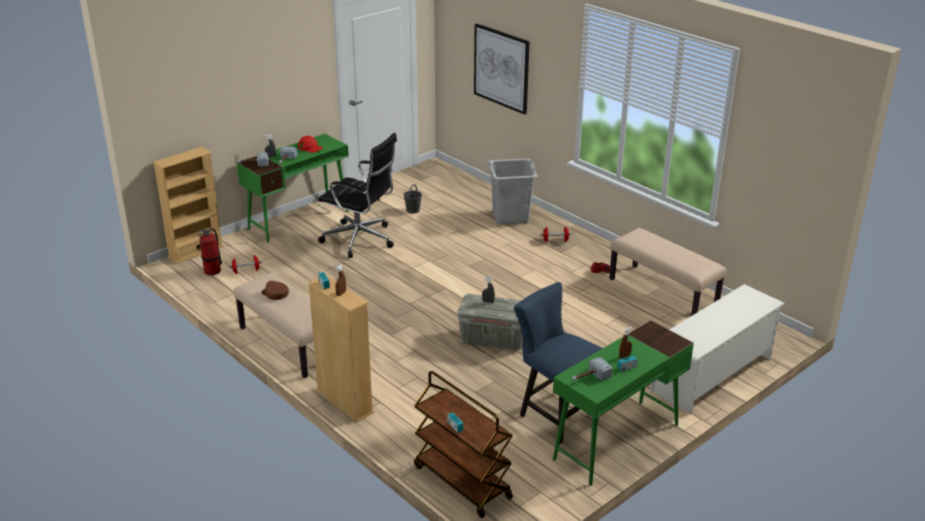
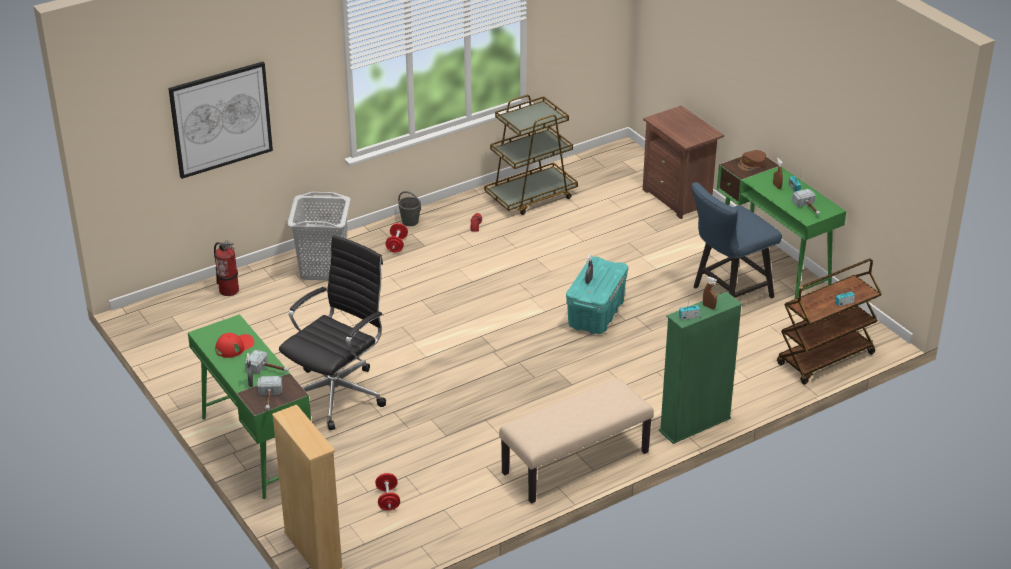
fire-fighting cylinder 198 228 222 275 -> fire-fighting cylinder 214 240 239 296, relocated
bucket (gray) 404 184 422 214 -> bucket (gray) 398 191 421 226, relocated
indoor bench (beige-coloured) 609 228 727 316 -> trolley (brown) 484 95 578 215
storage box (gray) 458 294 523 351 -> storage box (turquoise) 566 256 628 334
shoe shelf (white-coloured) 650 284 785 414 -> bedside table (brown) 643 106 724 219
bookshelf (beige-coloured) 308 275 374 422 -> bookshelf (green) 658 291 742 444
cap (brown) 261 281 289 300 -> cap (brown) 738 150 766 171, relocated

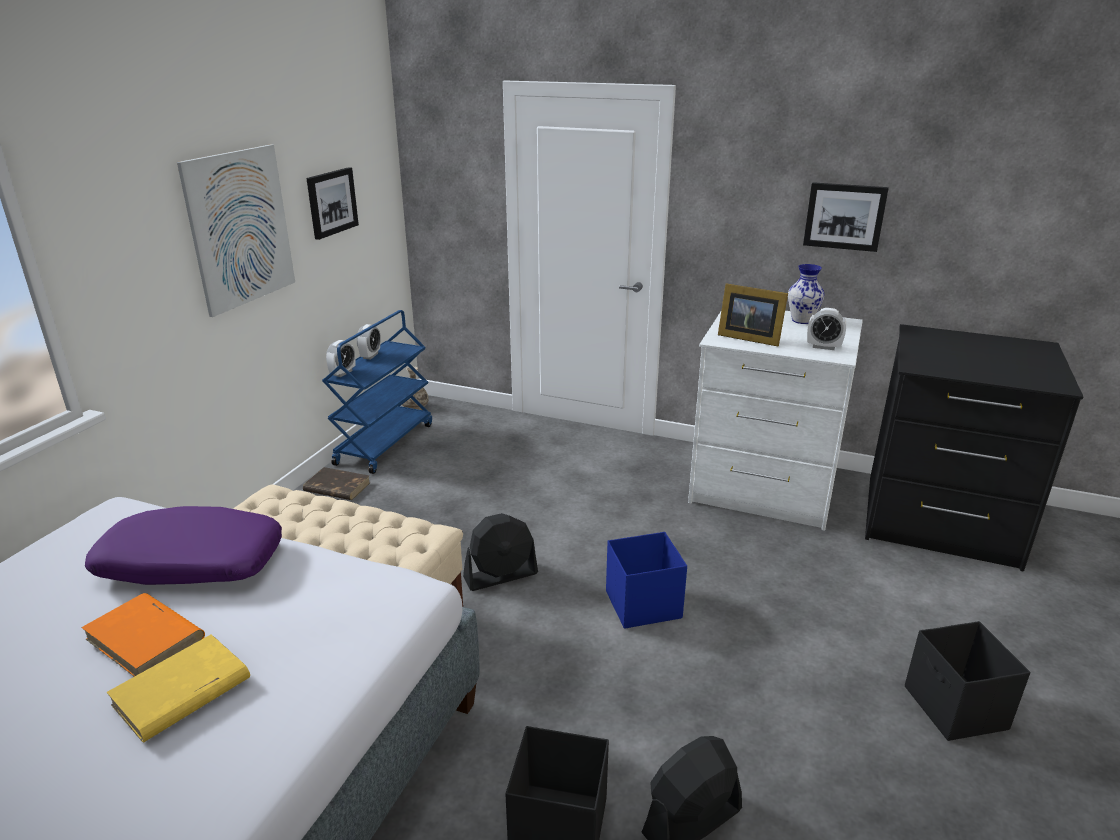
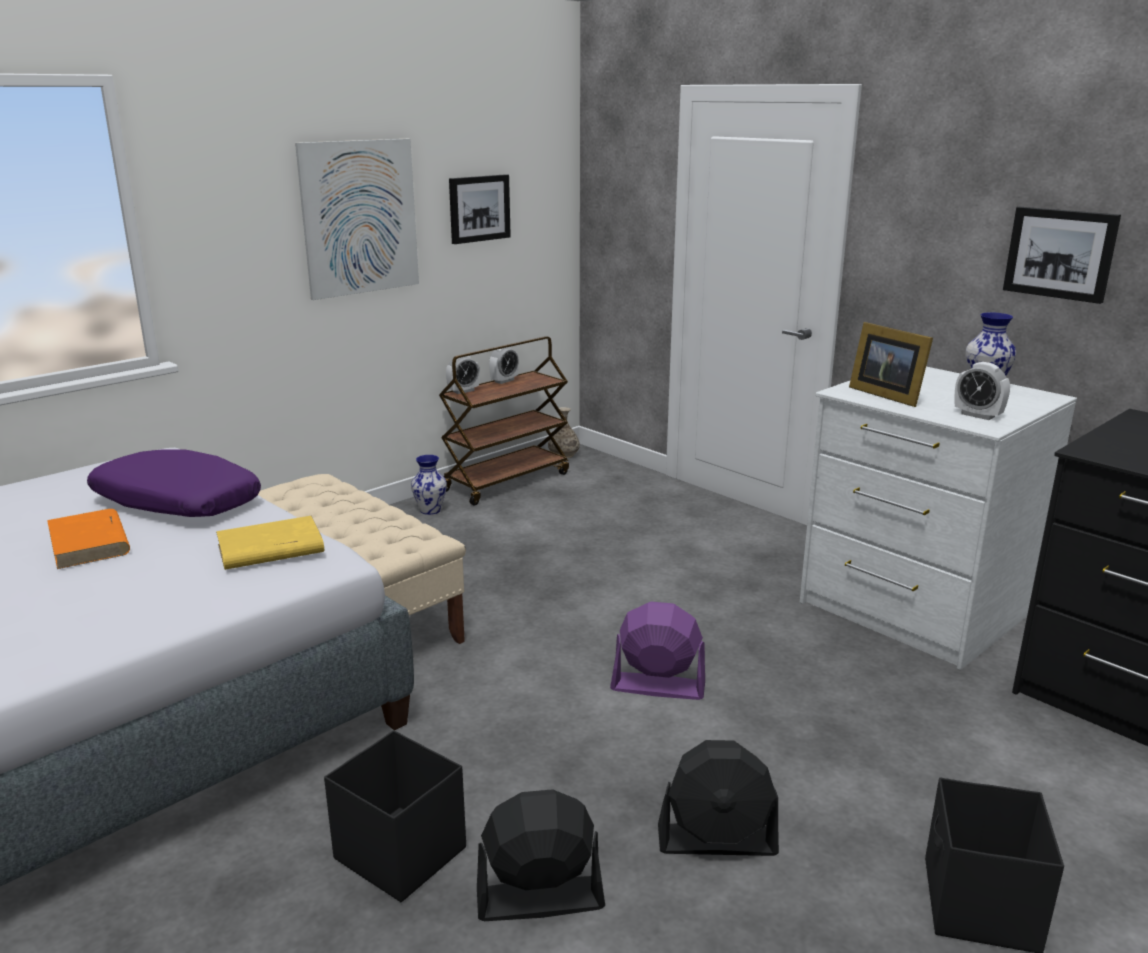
bound book (yellow-coloured) 106 634 250 742 -> bound book (yellow-coloured) 216 516 324 570, relocated
bound book (brown) 303 467 370 500 -> decorative vase 411 455 447 515
trolley (blue) 322 310 432 474 -> trolley (brown) 439 336 569 506
storage box (blue) 606 532 687 629 -> electric fan (purple-coloured) 610 602 705 700
electric fan (blackish) 463 513 538 591 -> electric fan (blackish) 658 740 779 856, relocated

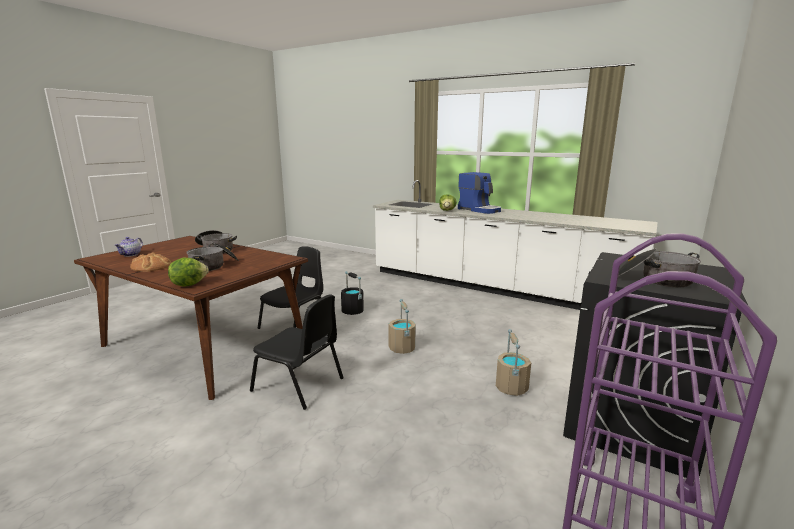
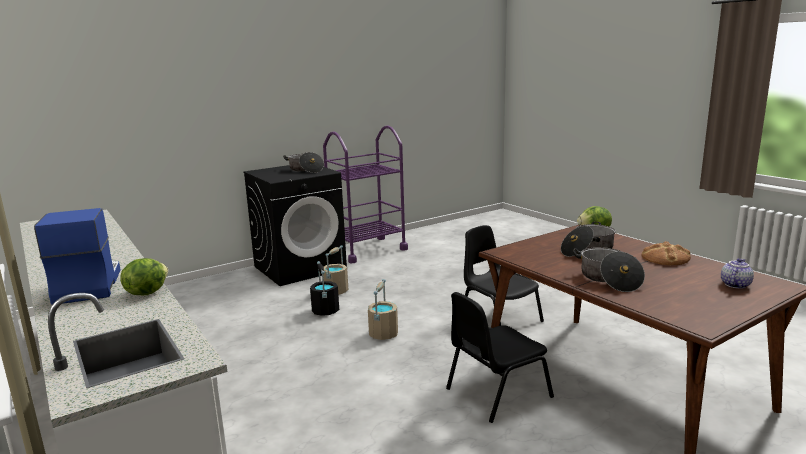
bucket (blackish) 341 271 364 315 -> bucket (blackish) 310 261 339 316, relocated

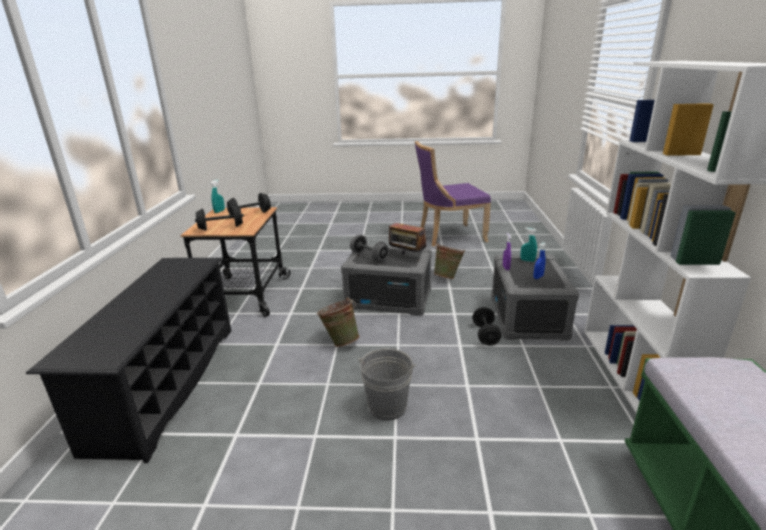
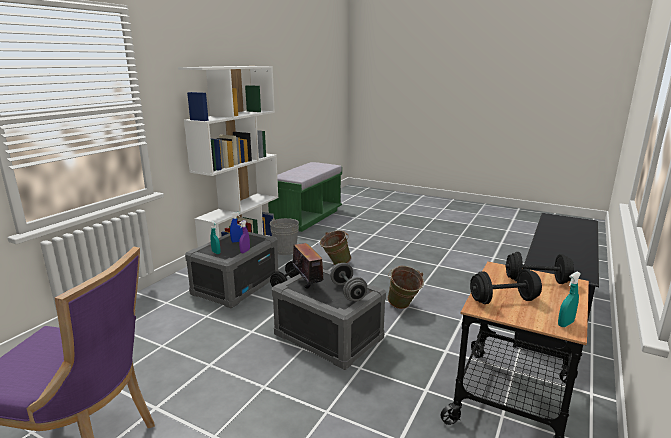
bucket (gray) 358 348 417 421 -> bucket (gray) 270 218 299 255, relocated
bucket (green) 434 243 465 279 -> bucket (green) 320 230 351 265, relocated

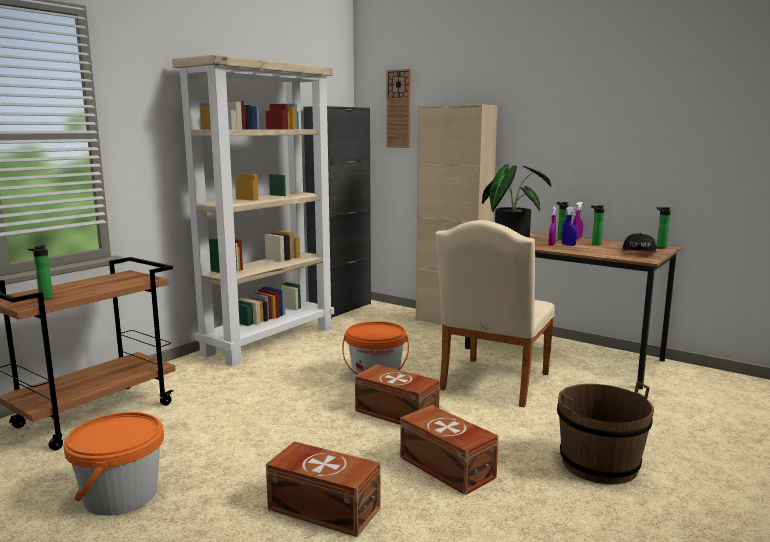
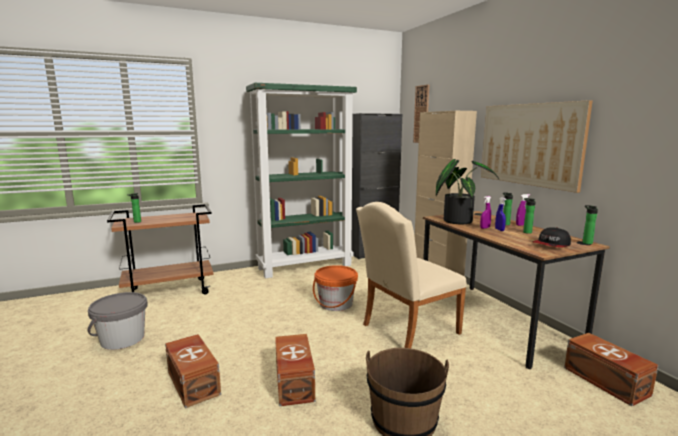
bucket (orangey) 64 412 164 516 -> bucket (gray) 88 292 148 350
bookshelf (beige-coloured) 172 55 334 366 -> bookshelf (green) 246 83 357 278
none -> wall picture 481 100 593 193
storage box (brown) 355 364 440 425 -> storage box (brown) 564 333 658 406, relocated

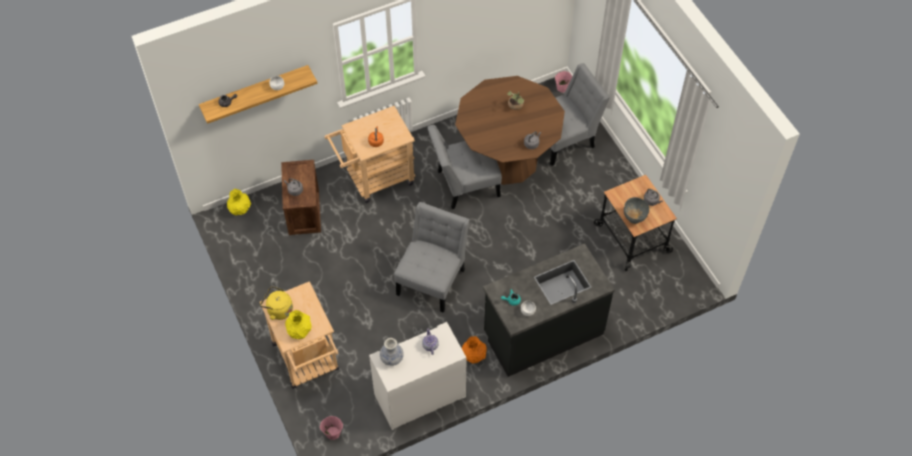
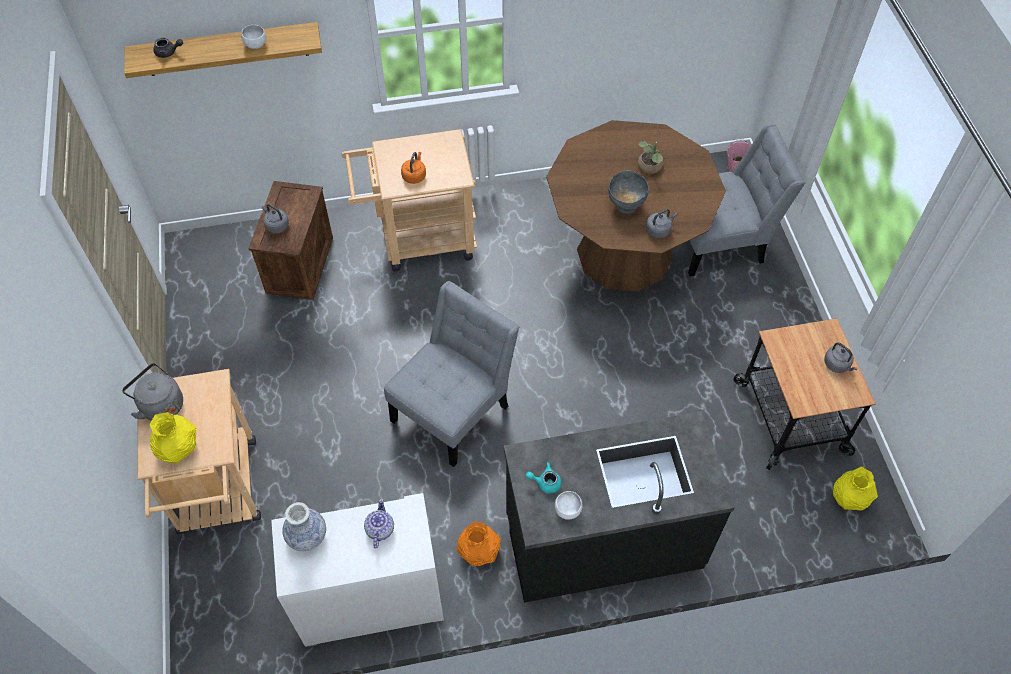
tea kettle (yellow-coloured) 260 286 293 320 -> tea kettle (gray) 122 363 183 421
serving bowl (gray) 624 197 649 224 -> serving bowl (gray) 608 170 649 214, relocated
decorative vase (yellow-coloured) 227 189 251 215 -> decorative vase (yellow-coloured) 833 467 878 510, relocated
bucket (pinkish) 320 416 343 440 -> none
upright chair (gray) 427 125 502 209 -> none

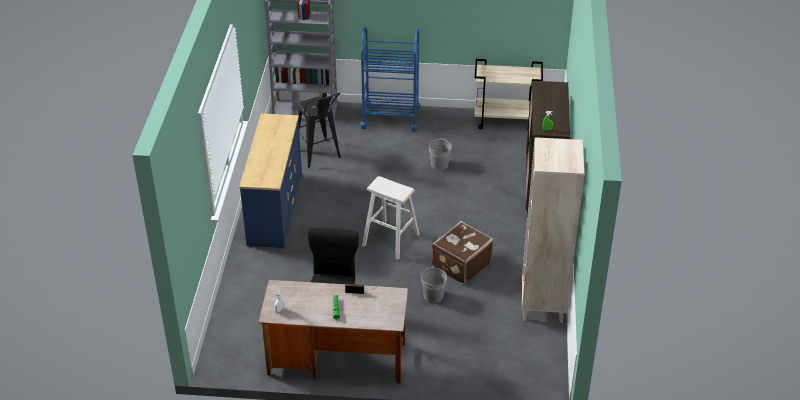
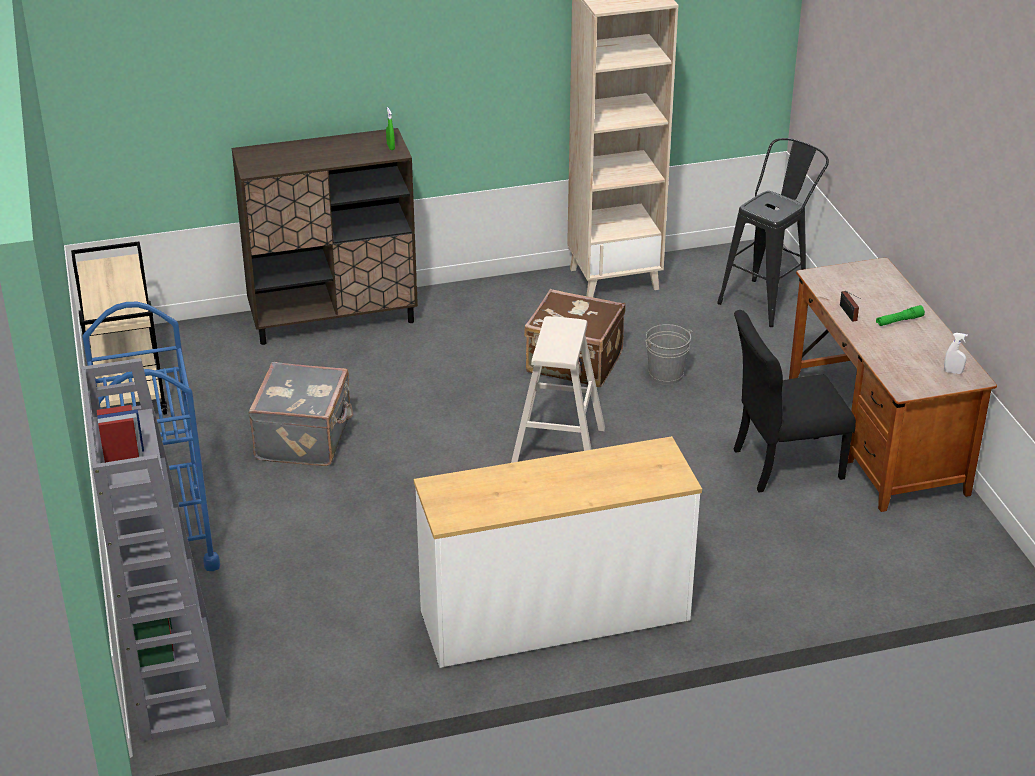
bucket (gray) 429 138 452 170 -> piece of luggage (gray) 248 362 354 466
drawer chest (blue) 239 113 302 248 -> drawer chest (white-coloured) 414 436 702 668
stool seat (blackish) 298 93 341 168 -> stool seat (blackish) 717 138 829 327, relocated

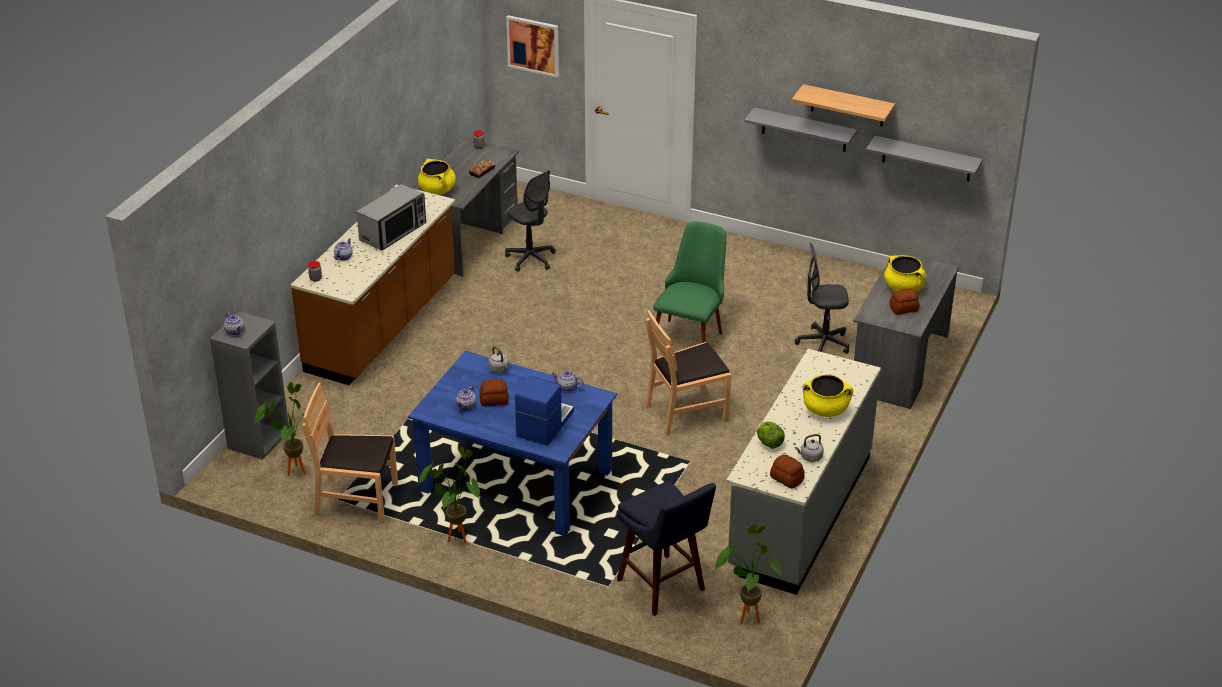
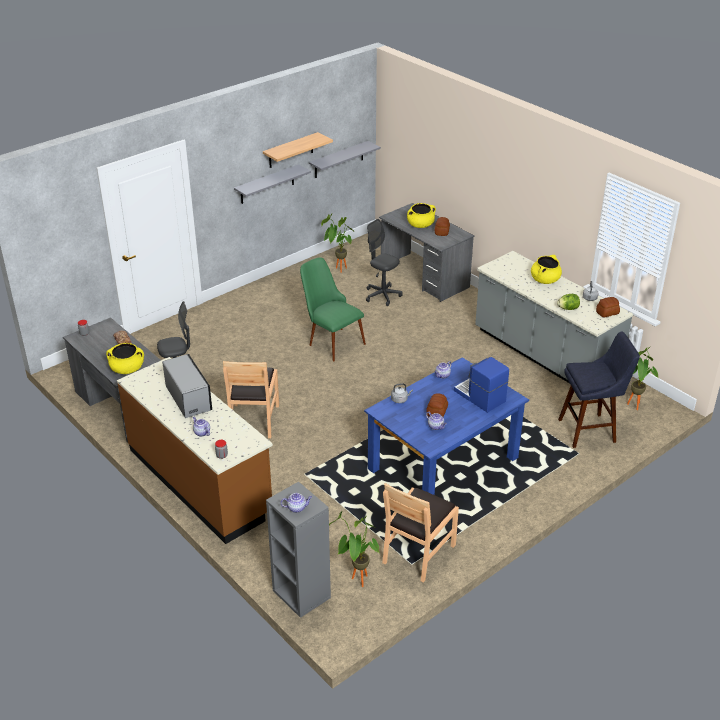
upright chair (brown) 645 310 731 436 -> upright chair (brown) 223 361 279 438, relocated
plant in a pot 418 447 480 543 -> plant in a pot 321 214 354 273, relocated
computer chair (gray) 795 243 849 354 -> computer chair (gray) 366 219 402 306, 105 degrees clockwise
wall picture 506 15 559 77 -> none

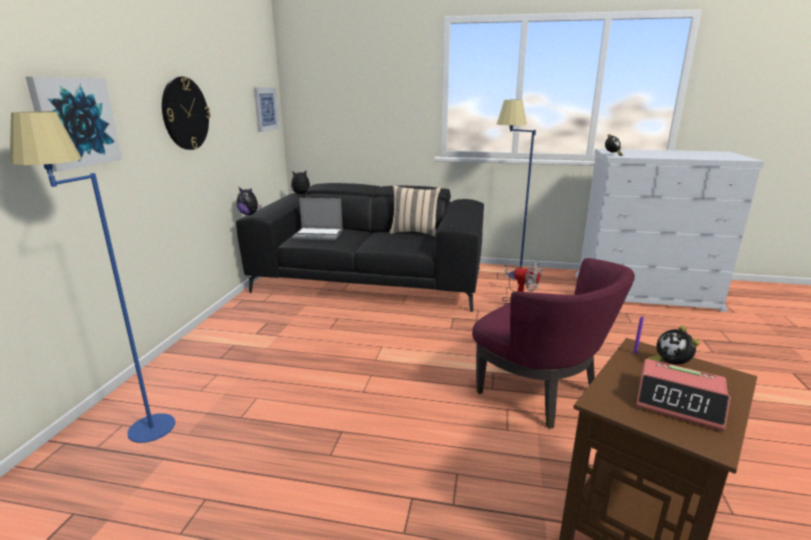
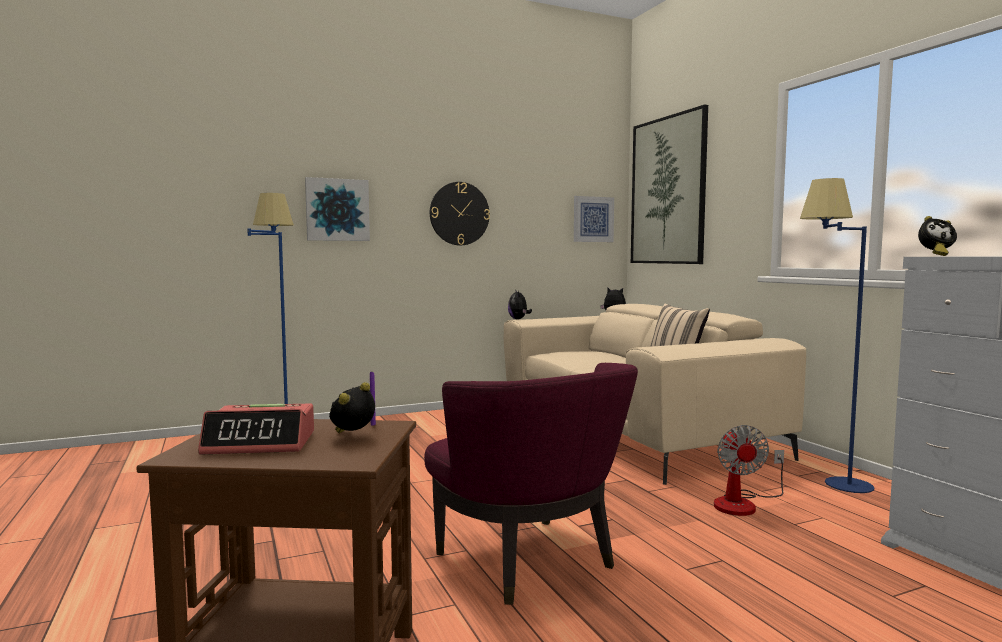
bedside clock 636 359 730 431 -> bedside clock 198 404 314 455, 90 degrees counterclockwise
armchair (purple-coloured) 472 258 635 429 -> armchair (purple-coloured) 424 363 638 605, 45 degrees counterclockwise
sofa (blackish) 236 183 484 312 -> sofa (beige-coloured) 504 304 806 485
none -> wall picture 631 105 708 264
notebook computer 292 198 343 241 -> none

